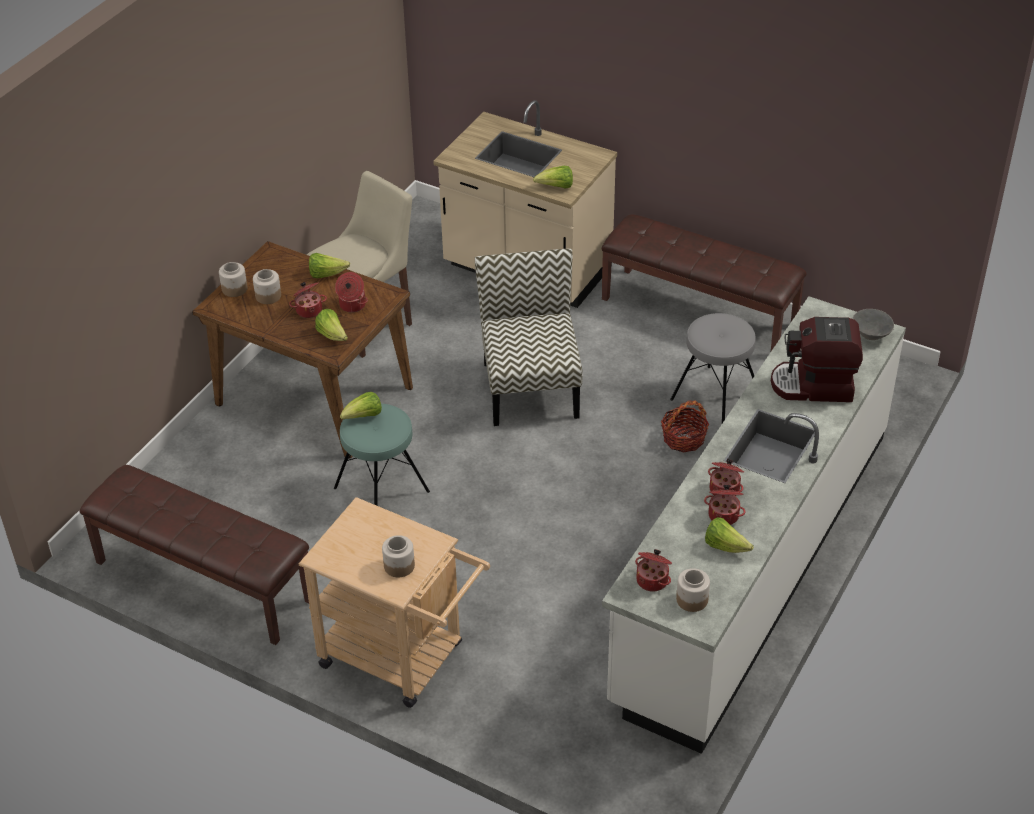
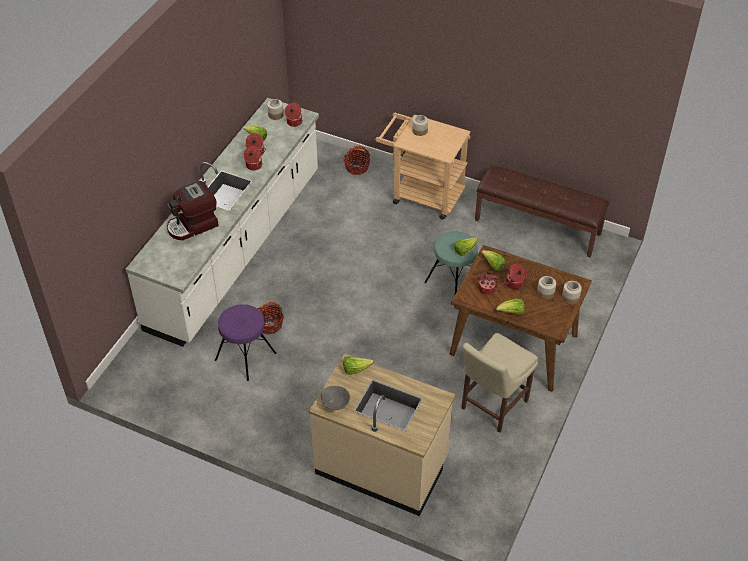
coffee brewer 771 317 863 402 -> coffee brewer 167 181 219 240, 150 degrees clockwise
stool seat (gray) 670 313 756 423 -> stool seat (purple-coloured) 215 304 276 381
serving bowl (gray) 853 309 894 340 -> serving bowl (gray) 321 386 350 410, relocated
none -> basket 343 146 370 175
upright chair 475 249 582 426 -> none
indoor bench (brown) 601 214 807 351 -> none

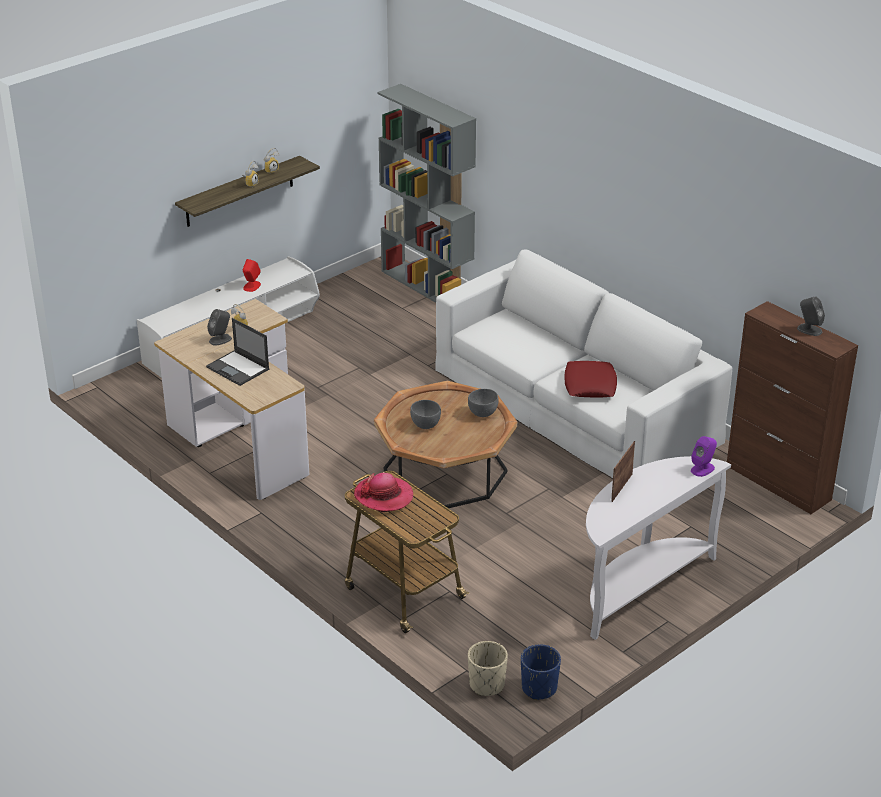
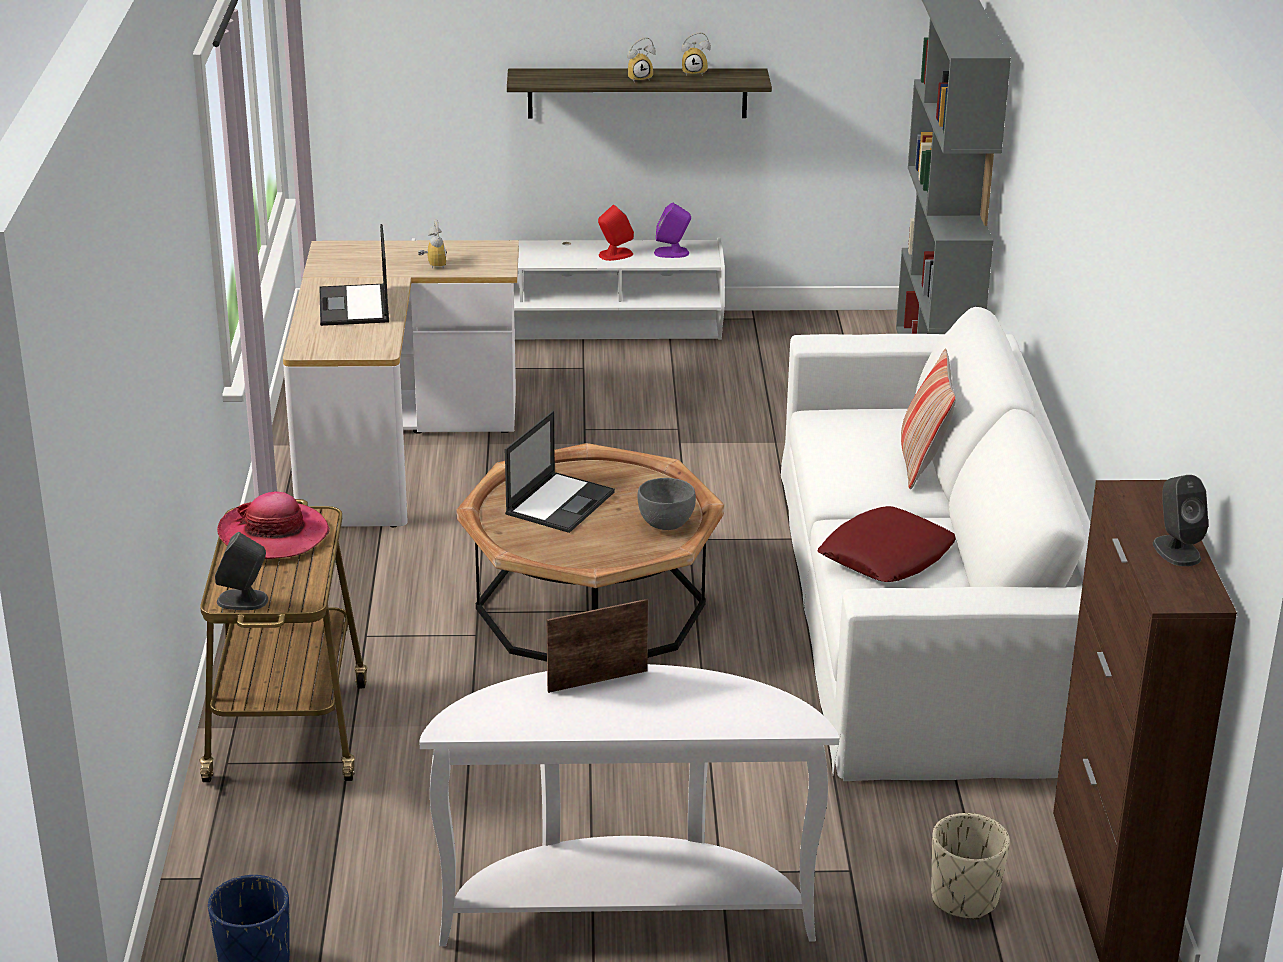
speaker (gray) 207 309 232 346 -> speaker (gray) 215 532 268 610, relocated
serving bowl (gray) 410 400 441 429 -> notebook computer 505 411 615 533
speaker (purple-coloured) 691 436 717 477 -> speaker (purple-coloured) 654 203 691 258, relocated
none -> throw pillow 901 349 956 489
plant pot (beige-coloured) 468 641 508 696 -> plant pot (beige-coloured) 931 813 1010 919, relocated

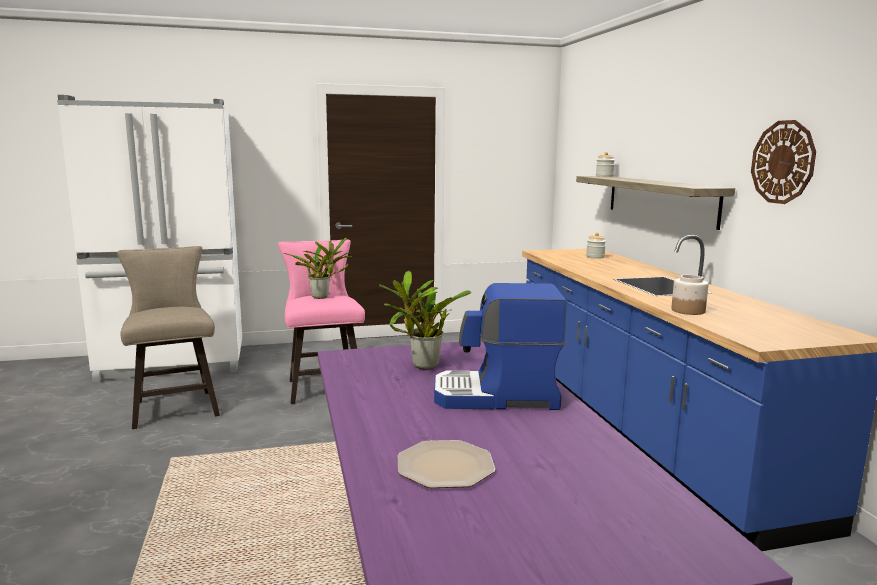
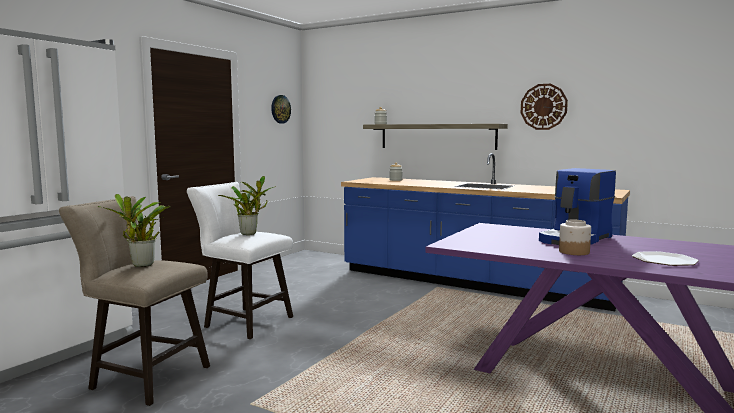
plant in a pot 379 271 471 369 -> plant in a pot 98 194 170 267, relocated
stool seat (pinkish) 278 240 365 404 -> stool seat (white-coloured) 187 182 293 339
none -> clock on the wall 271 95 291 123
storage jar 671 275 708 315 -> storage jar 559 219 591 255, relocated

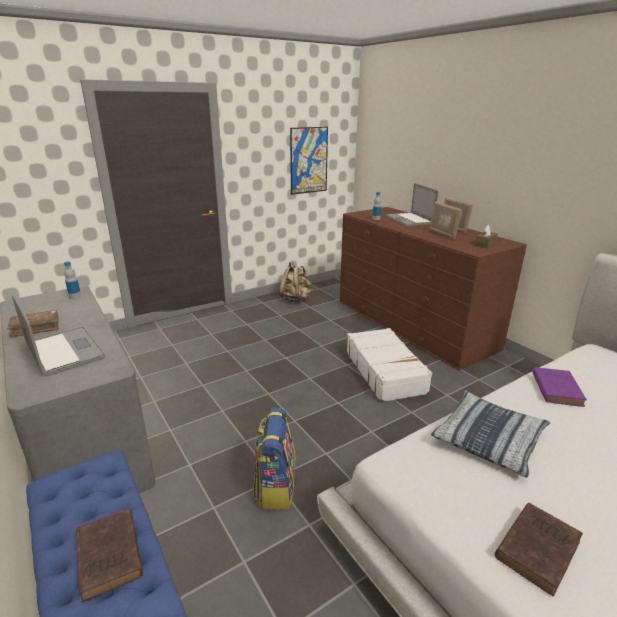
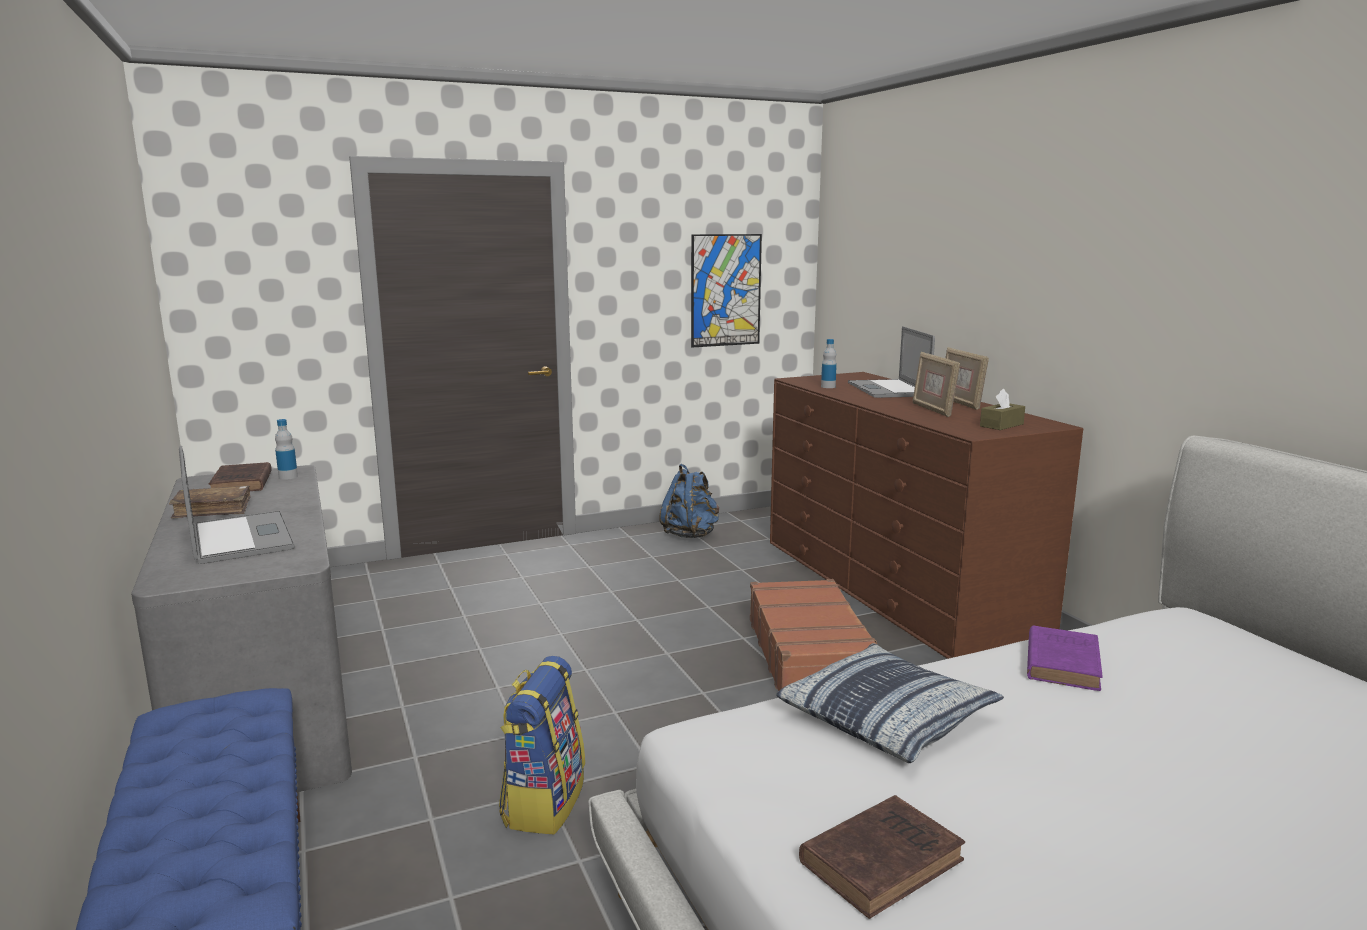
bound book (brown) 76 509 143 602 -> bound book (brown) 209 462 272 491, relocated
backpack (beige-coloured) 279 262 312 302 -> backpack (blue) 659 464 719 538
piece of luggage (white-coloured) 346 328 432 402 -> piece of luggage (brown) 750 579 877 691

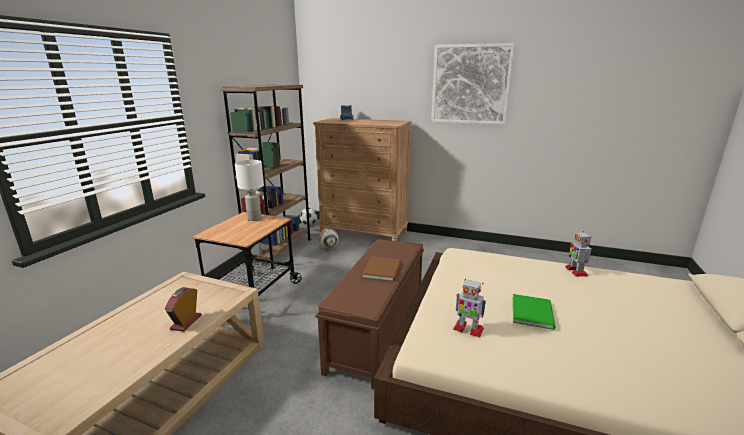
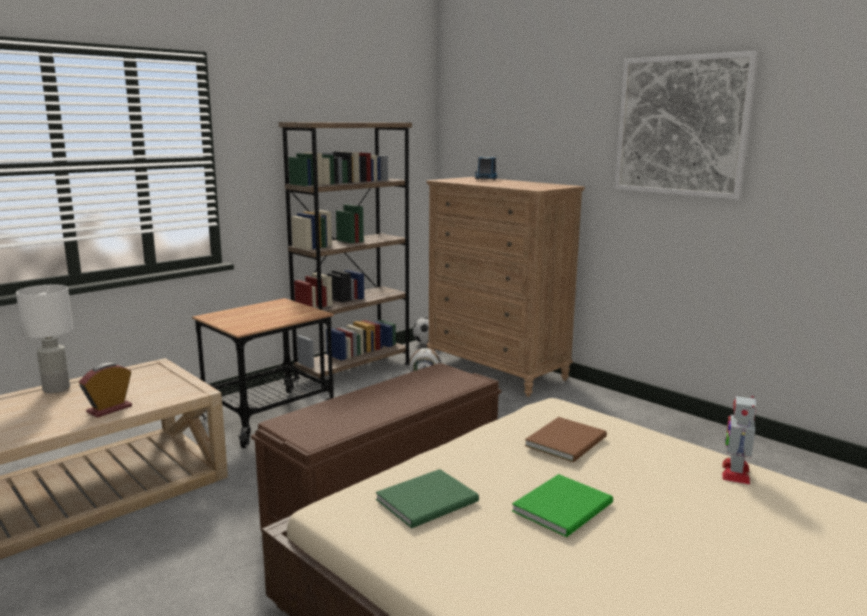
table lamp (white-coloured) 235 160 264 221 -> table lamp (white-coloured) 16 285 73 393, relocated
robot figure 453 279 486 337 -> bound book (green) 376 469 479 528
bound book (brown) 362 256 401 281 -> bound book (brown) 525 417 607 462, relocated

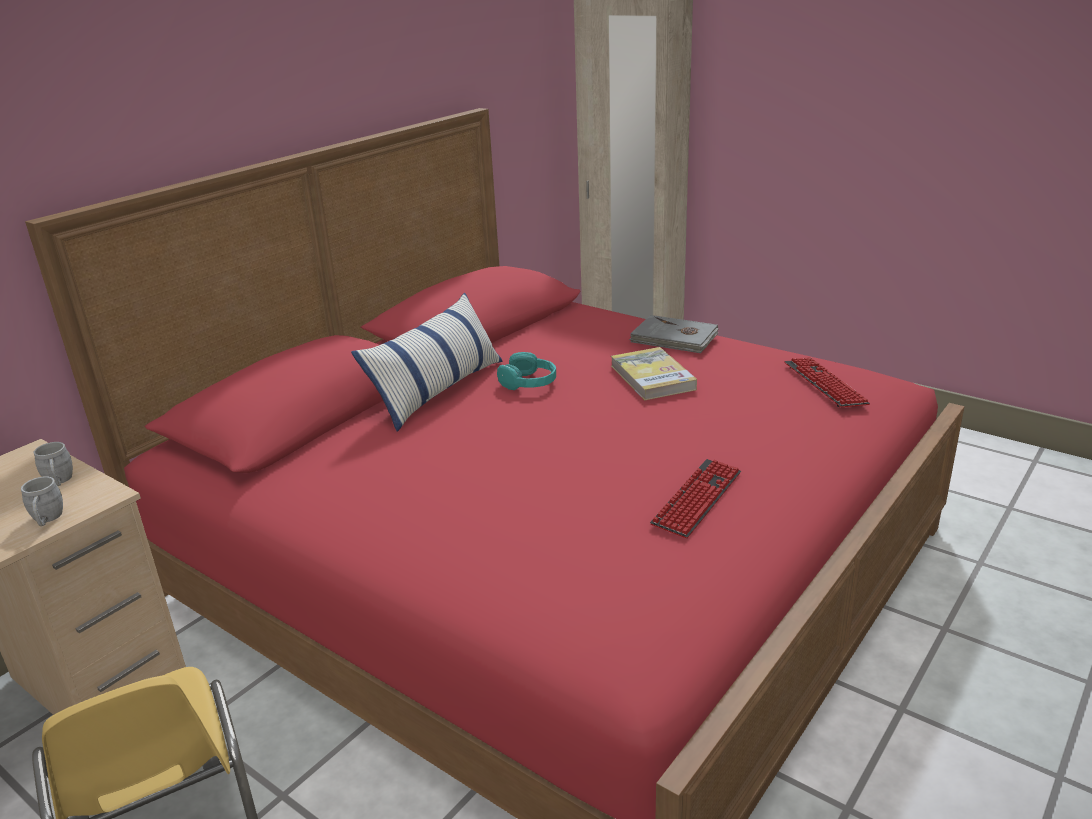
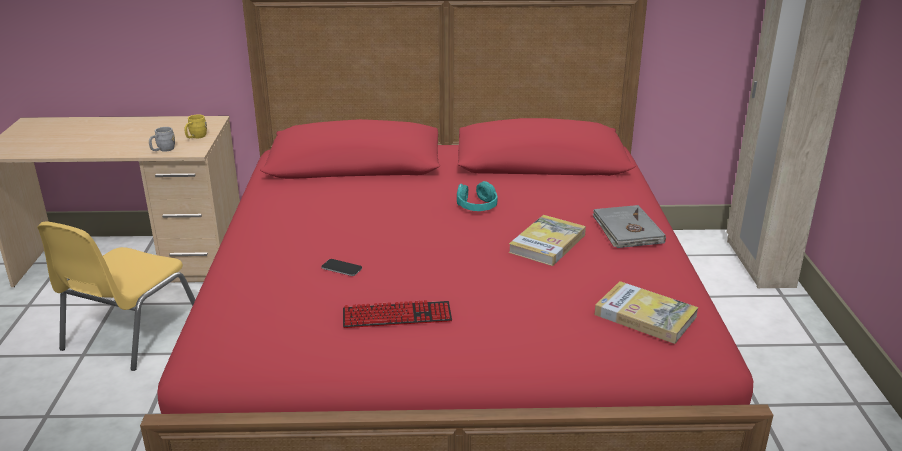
tea mug (gray) 33 442 73 486 -> tea mug (yellow-coloured) 185 114 207 138
none -> handset 321 259 362 276
computer keyboard 784 357 870 407 -> bound book 595 281 698 344
throw pillow 351 293 503 432 -> none

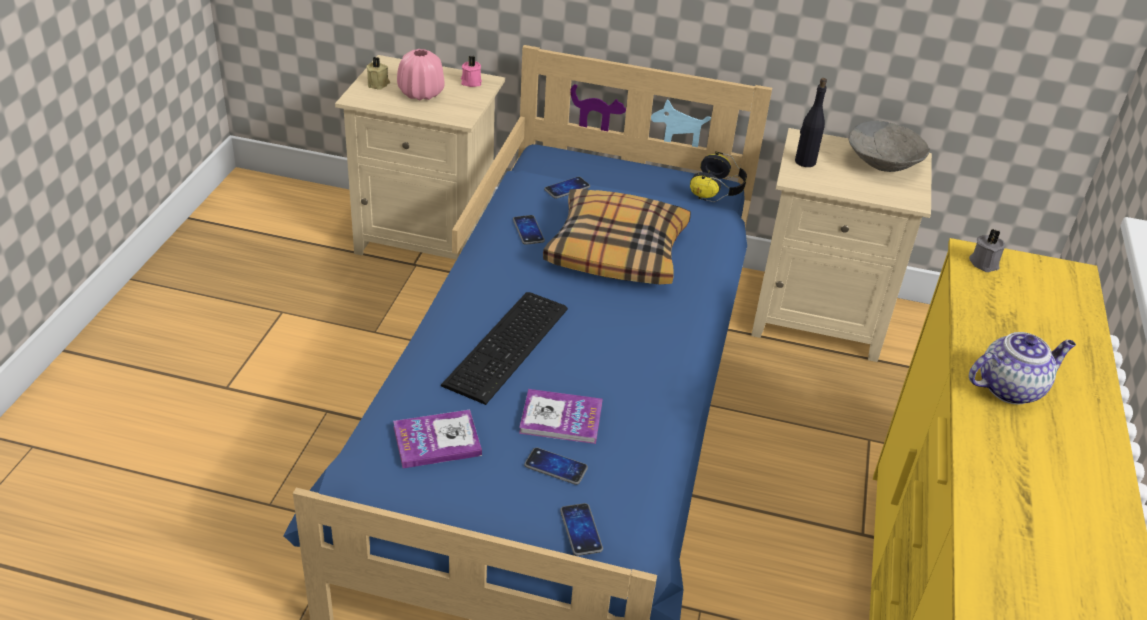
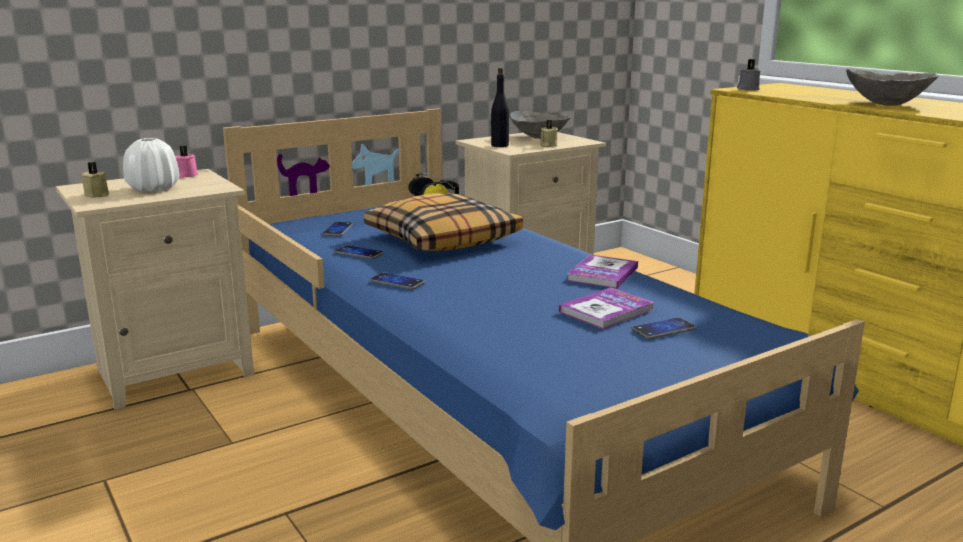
decorative vase (pinkish) 397 49 444 100 -> decorative vase (white-coloured) 123 138 179 192
handset 560 503 603 556 -> handset 369 273 425 290, relocated
none -> wax light (beige-coloured) 540 120 558 147
bound book 393 410 482 468 -> bound book 567 254 638 289, relocated
teapot 969 332 1076 405 -> serving bowl (gray) 846 68 938 106
computer keyboard 441 292 568 405 -> none

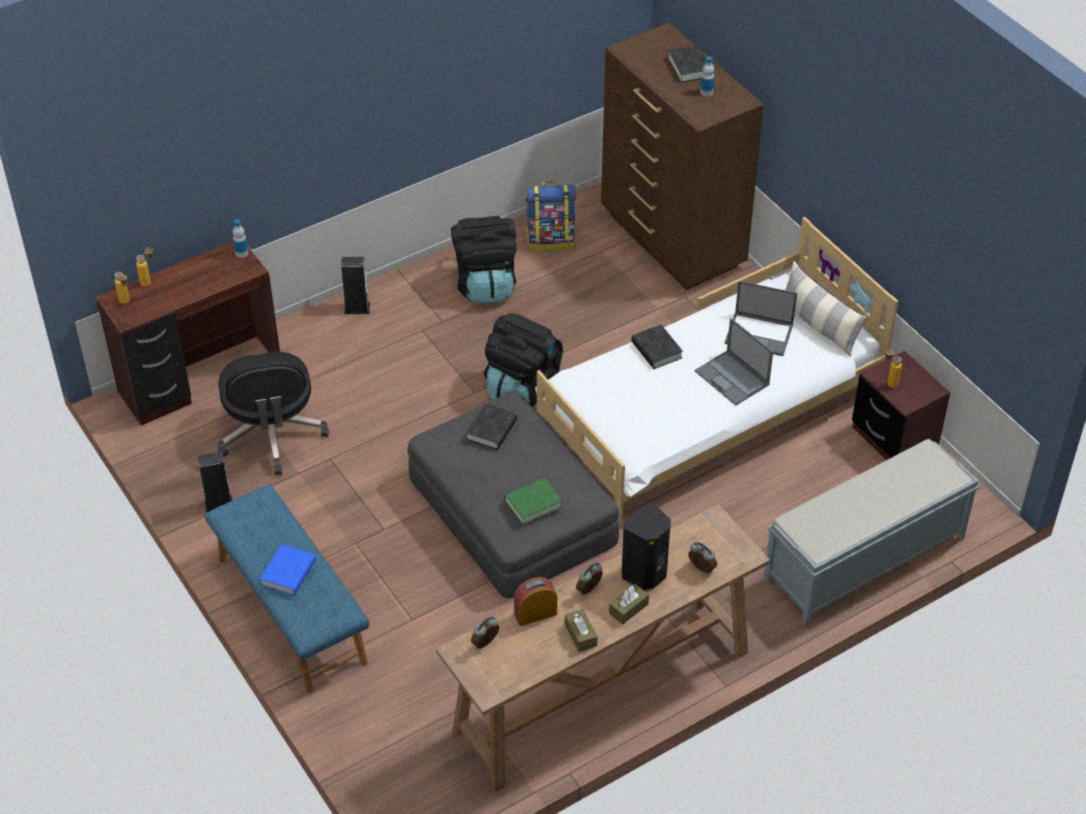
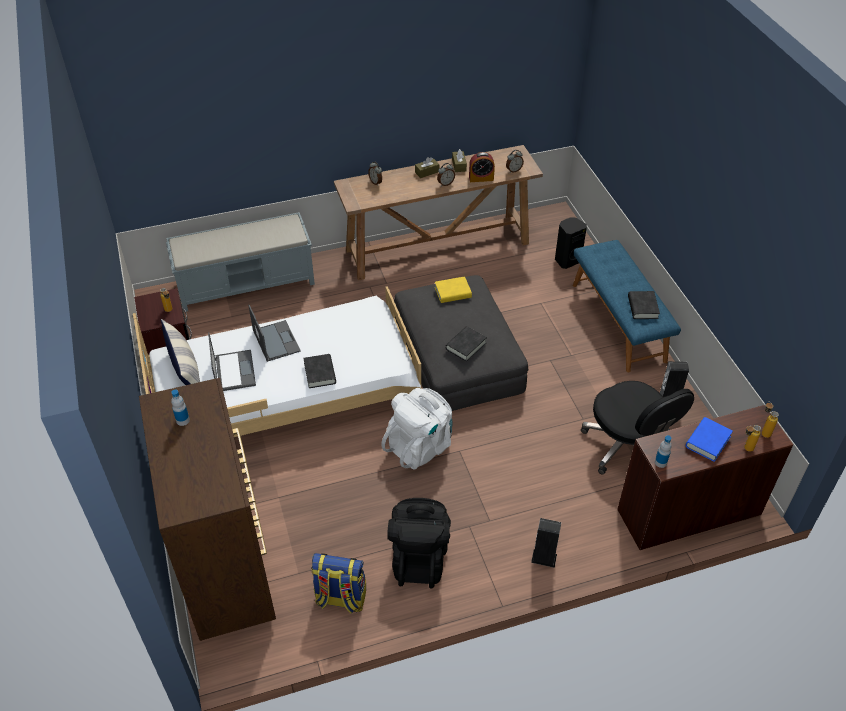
notebook computer 725 281 797 356 -> notebook computer 208 332 256 391, 45 degrees clockwise
backpack (blackish) 484 313 563 407 -> backpack (white-coloured) 381 388 452 470
bound book (green) 504 478 562 525 -> bound book (yellow-coloured) 435 276 472 303
speaker (blackish) 621 504 671 590 -> speaker (blackish) 555 217 587 269, relocated
computer chair (blackish) 218 352 329 475 -> computer chair (blackish) 581 381 694 475, 150 degrees clockwise
bound book (blackish) 668 45 706 82 -> bound book (blackish) 628 291 660 319, relocated
bound book (blue) 260 544 316 596 -> bound book (blue) 686 417 733 462, relocated

